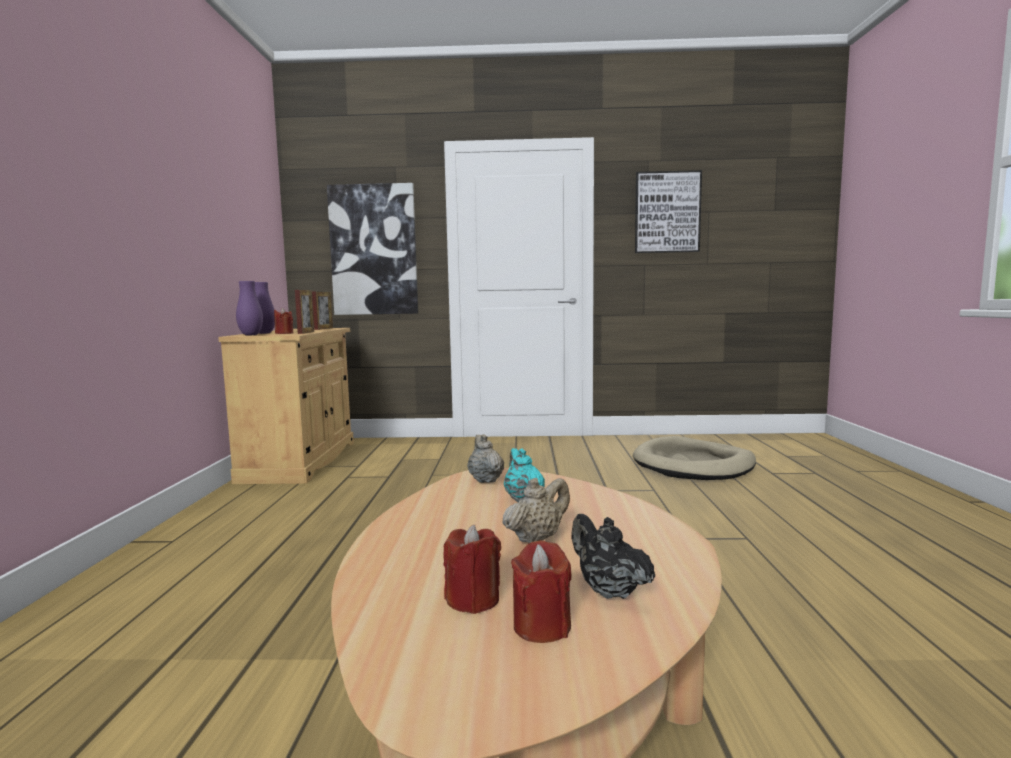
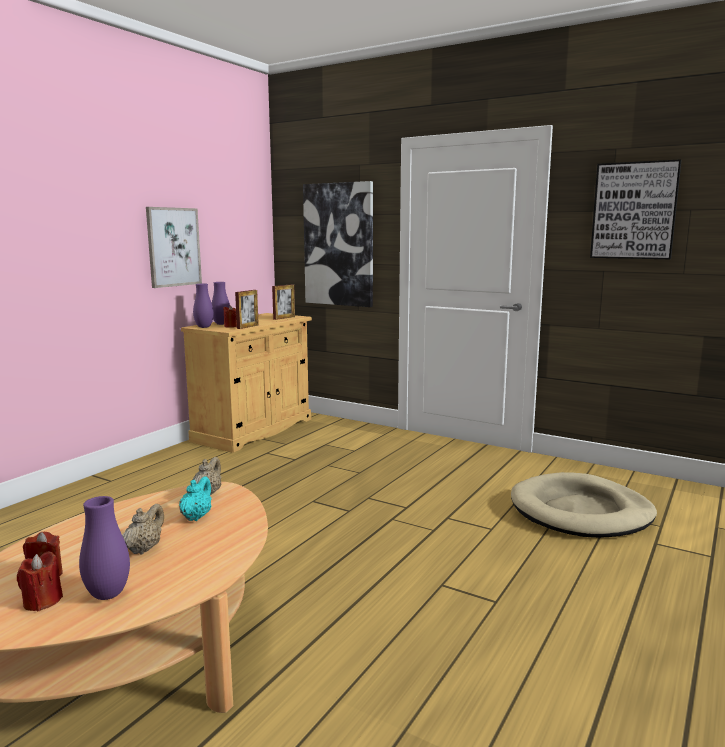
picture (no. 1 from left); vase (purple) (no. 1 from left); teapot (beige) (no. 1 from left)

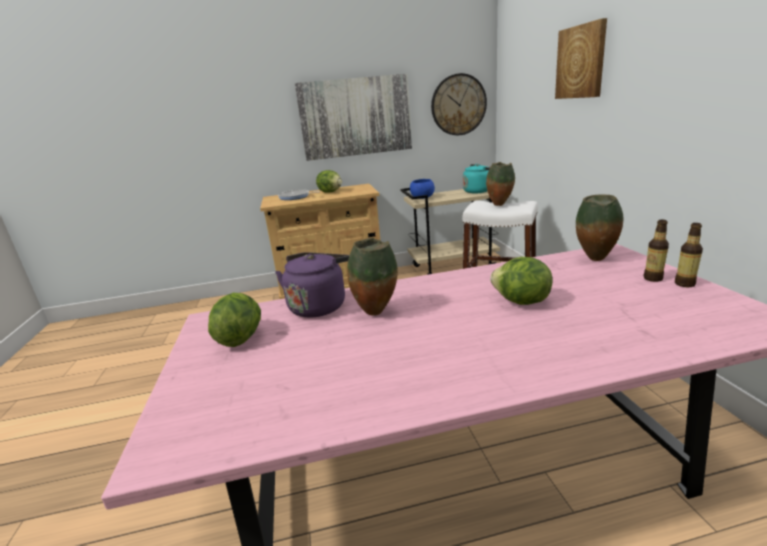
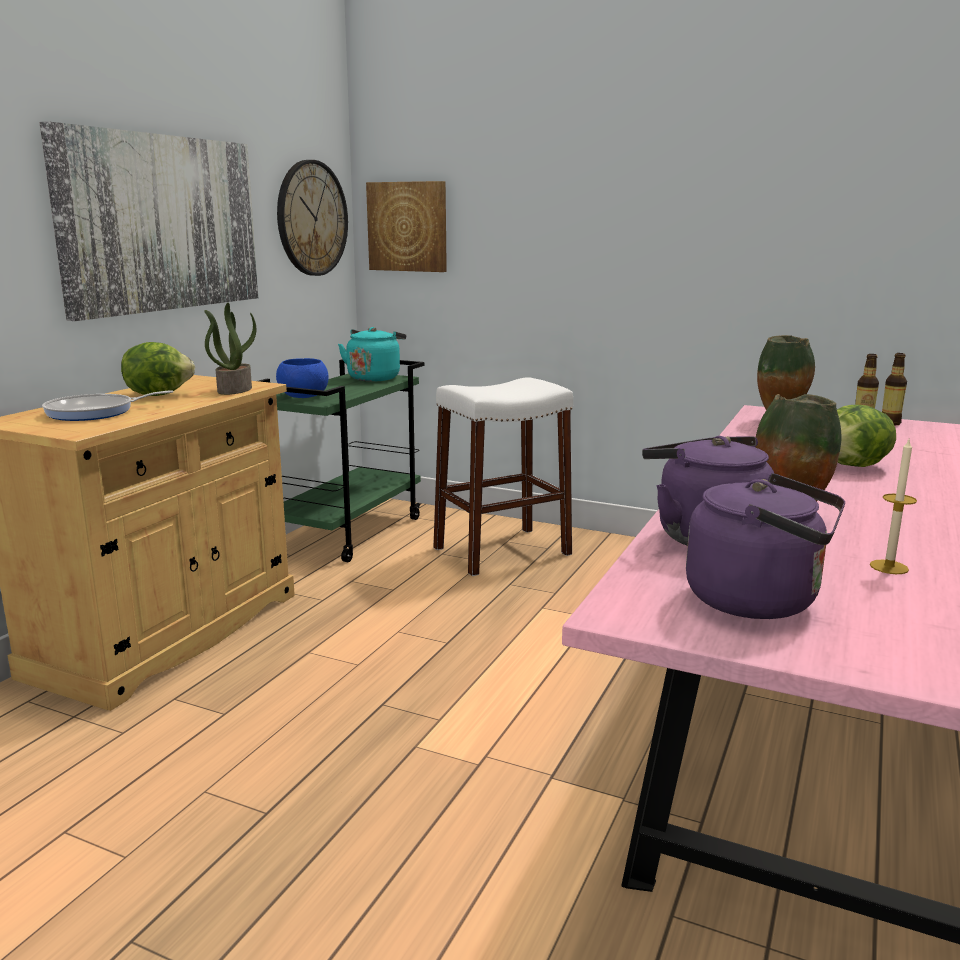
vase (no. 2 from left in the first image); potted plant; candle; picture (no. 2 from left); kettle (purple) (no. 2 from left); cart (green)

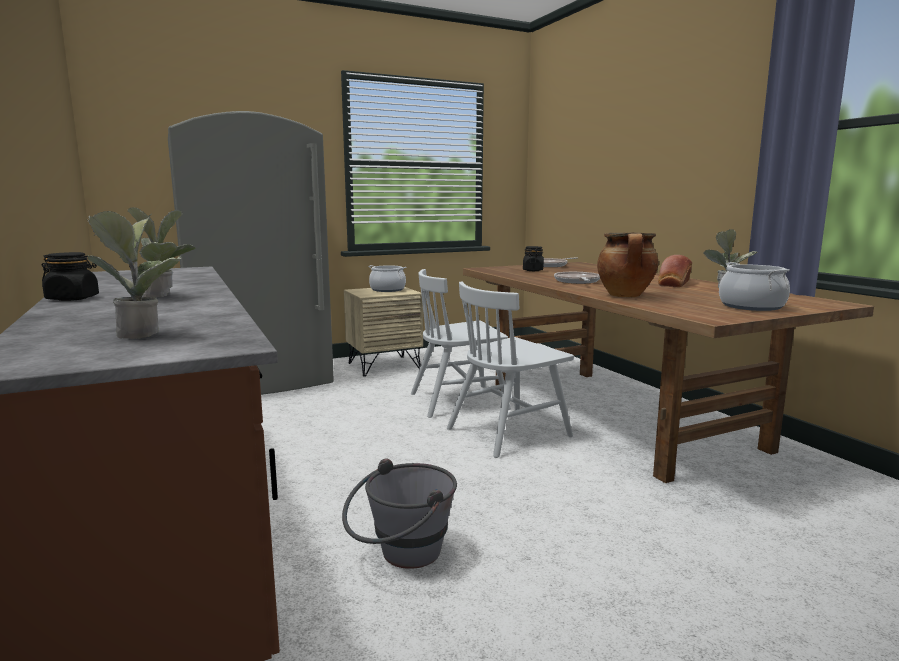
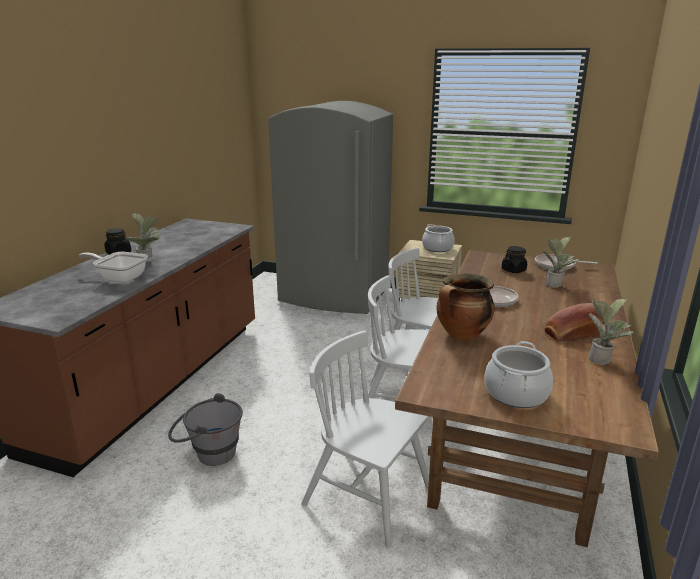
frying pan (no. 1 from left); chair (white) (no. 1 from left); potted plant (no. 2 from left)

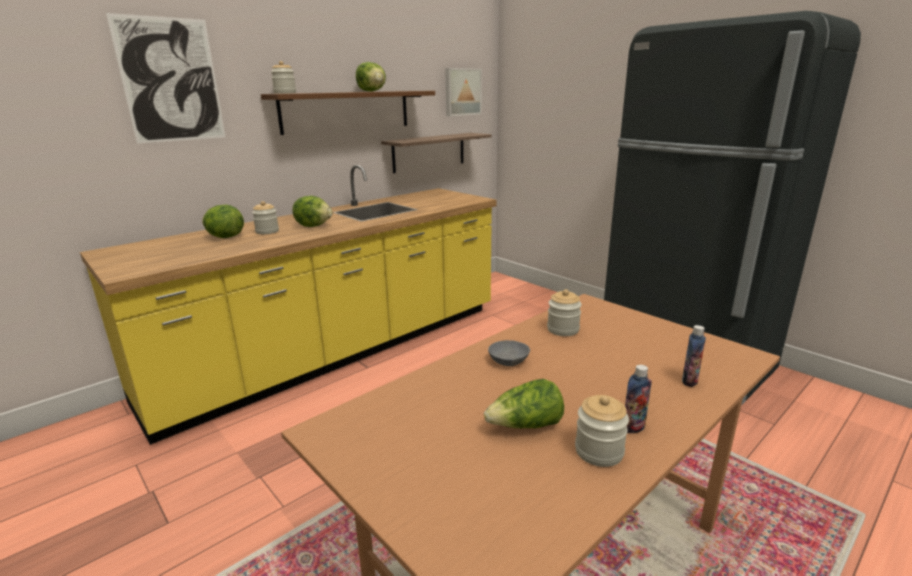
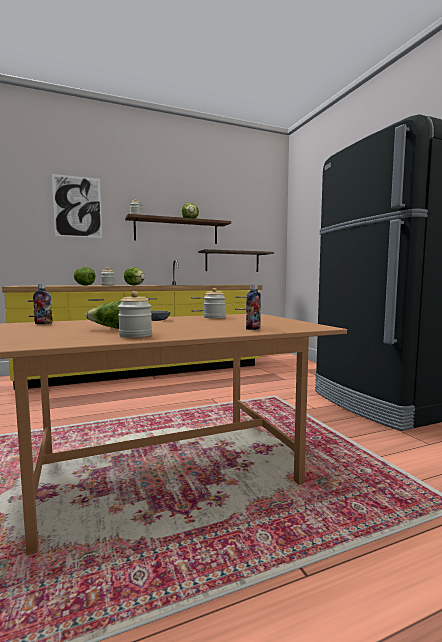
picture (no. 2 from left in the first image); bottle (no. 1 from left)

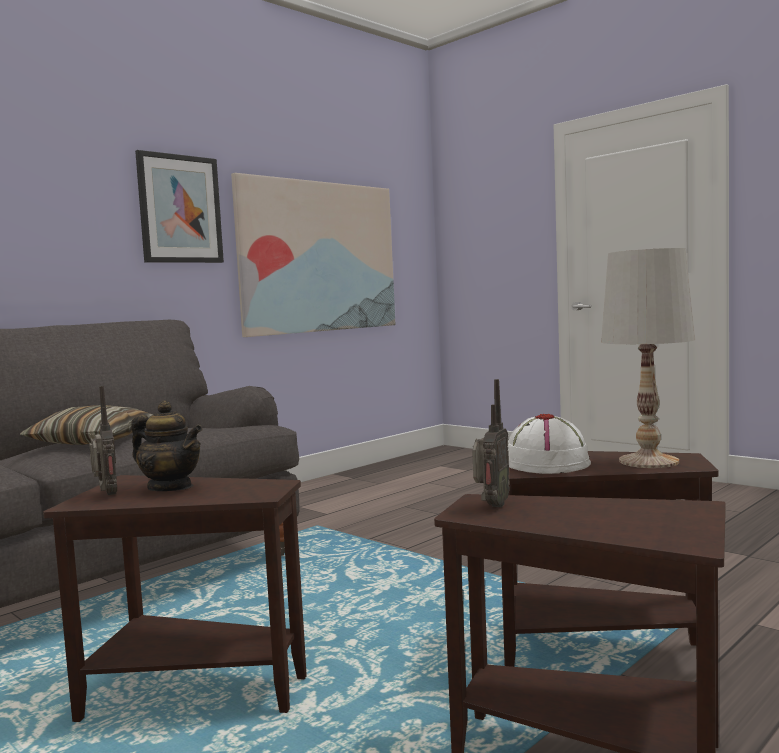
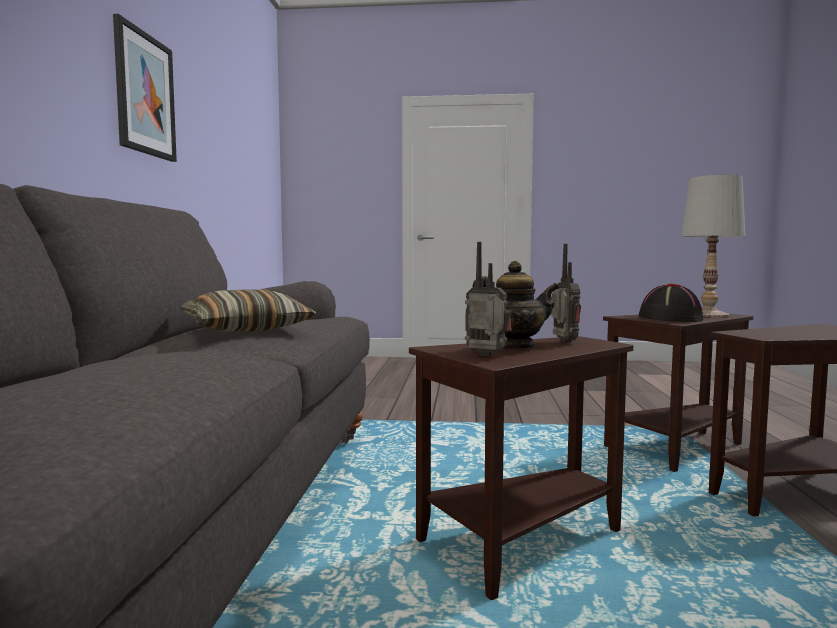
picture (no. 2 from left in the first image); radio (no. 2 from left); hat (black)

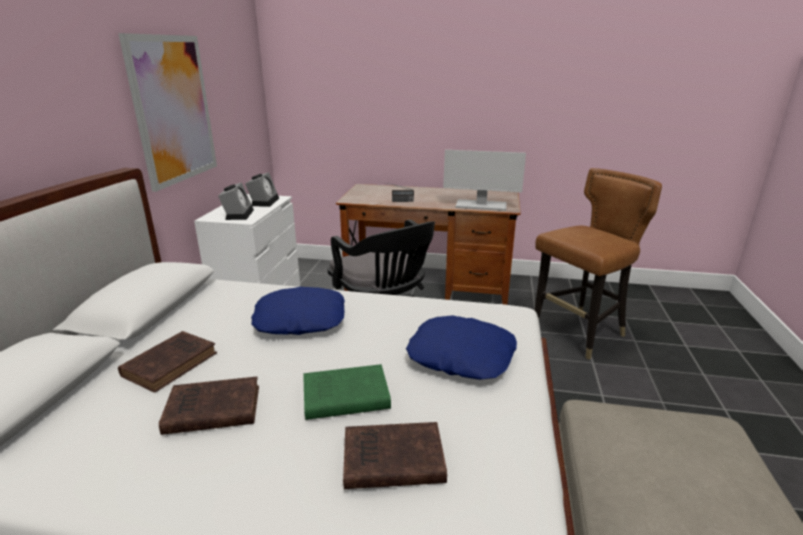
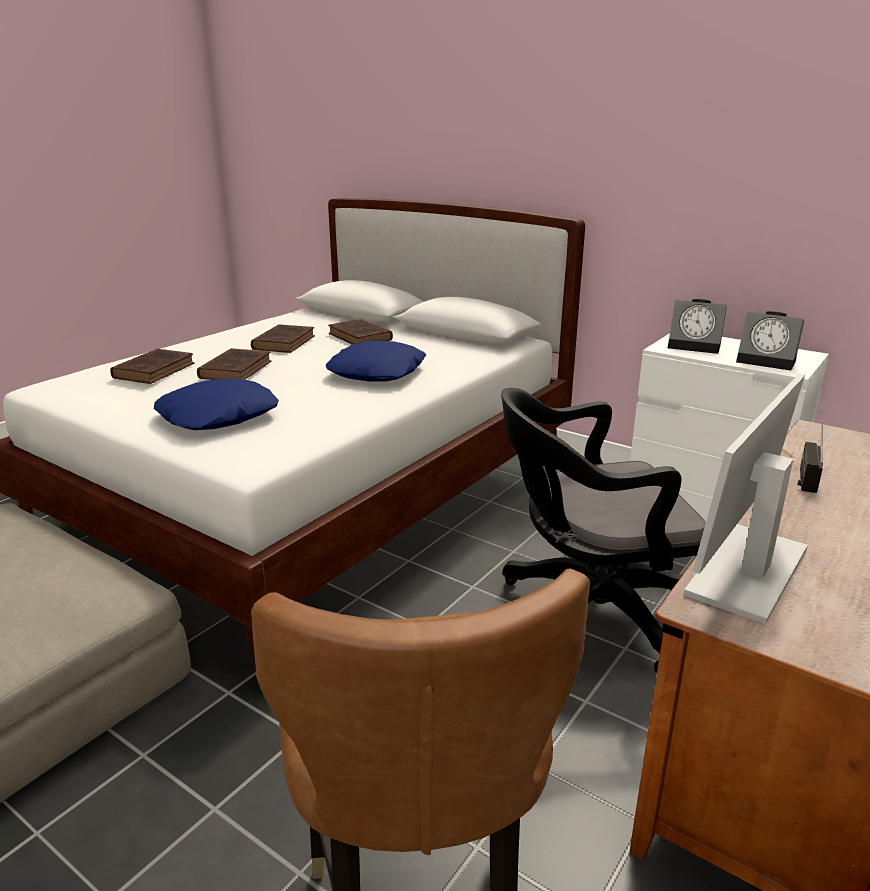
picture; book (brown) (no. 2 from left)

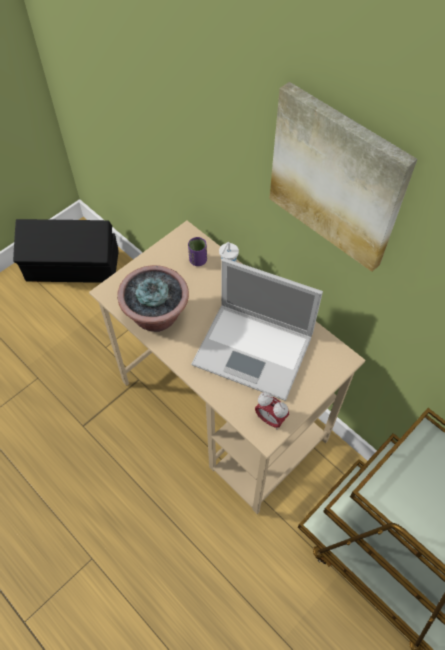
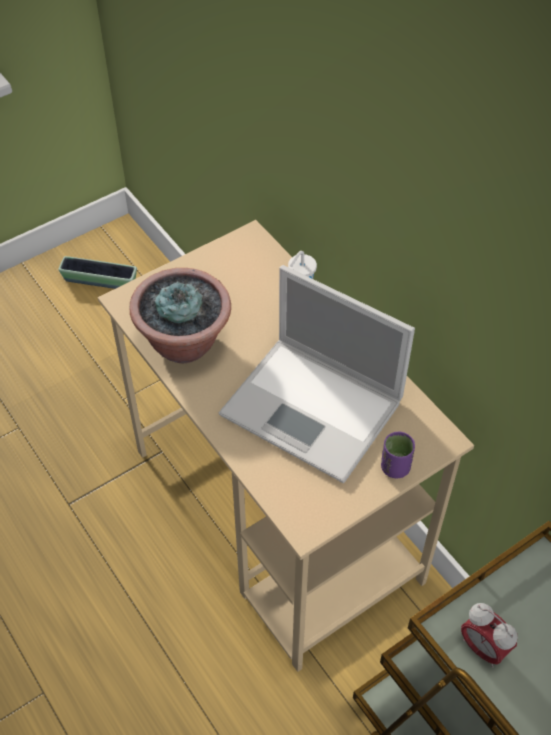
picture; cup (purple); alarm clock; planter

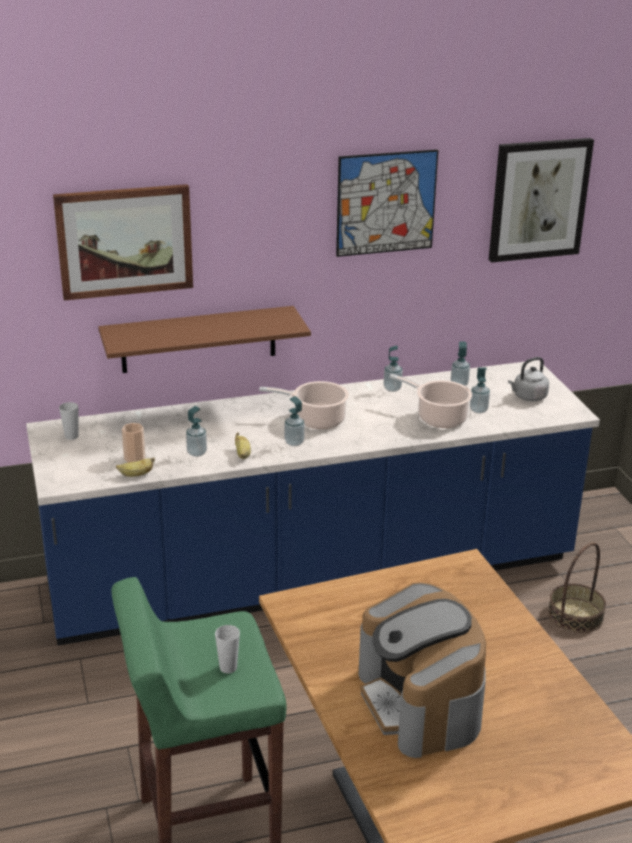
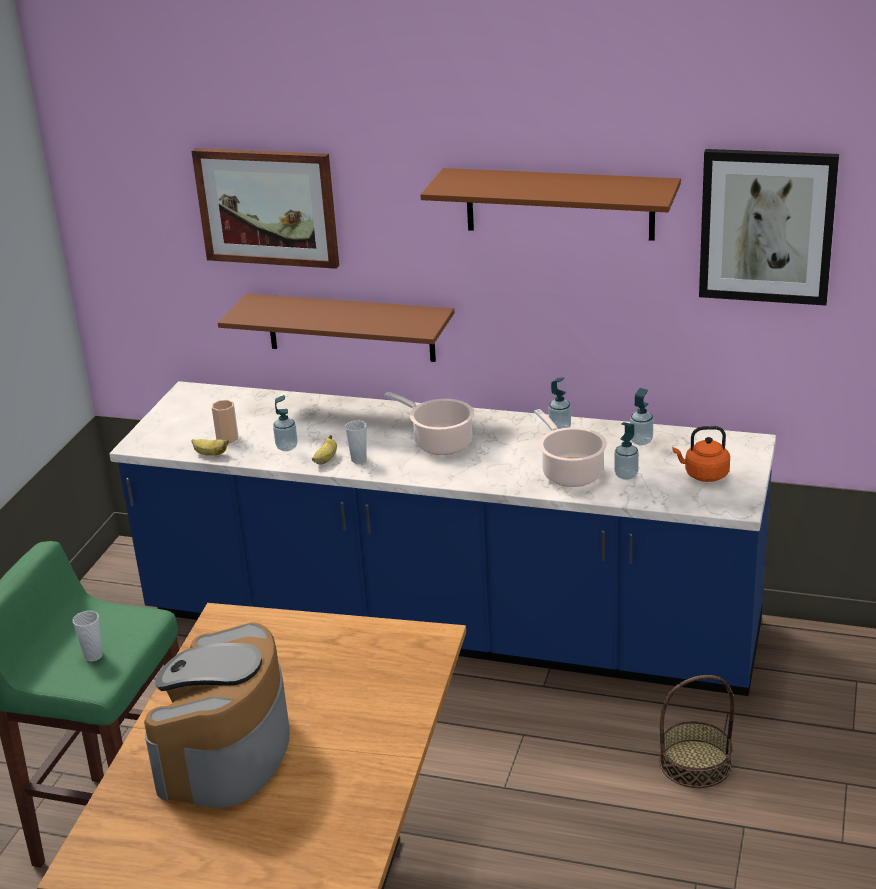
soap dispenser (no. 2 from left in the first image); cup (no. 3 from left); shelf (brown) (no. 2 from left); kettle (orange)

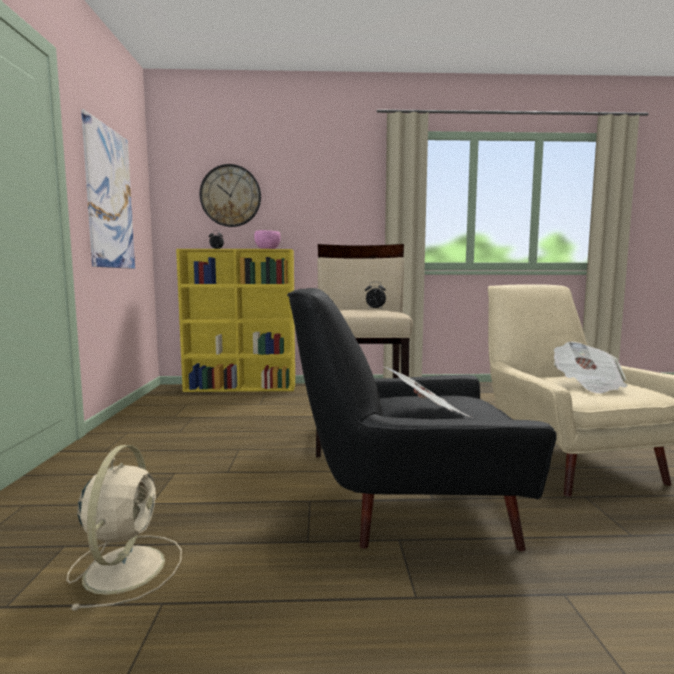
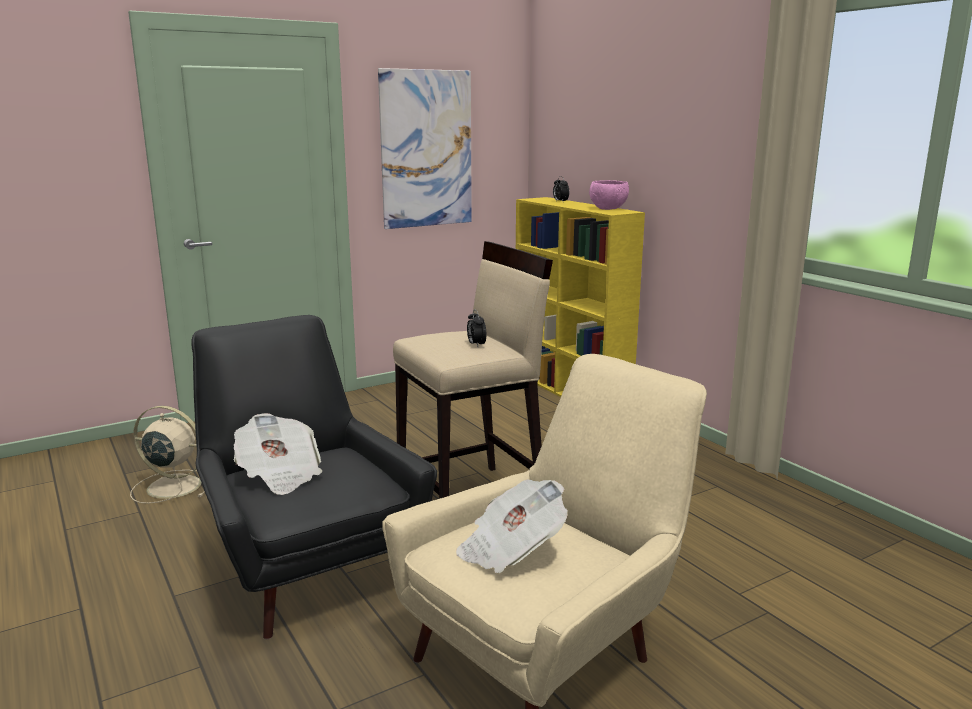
wall clock; fan (beige)

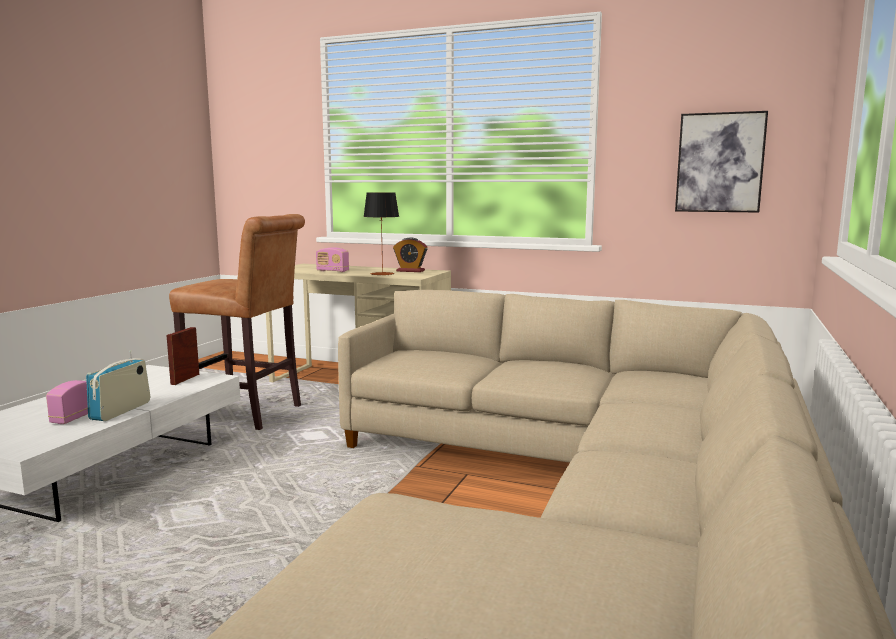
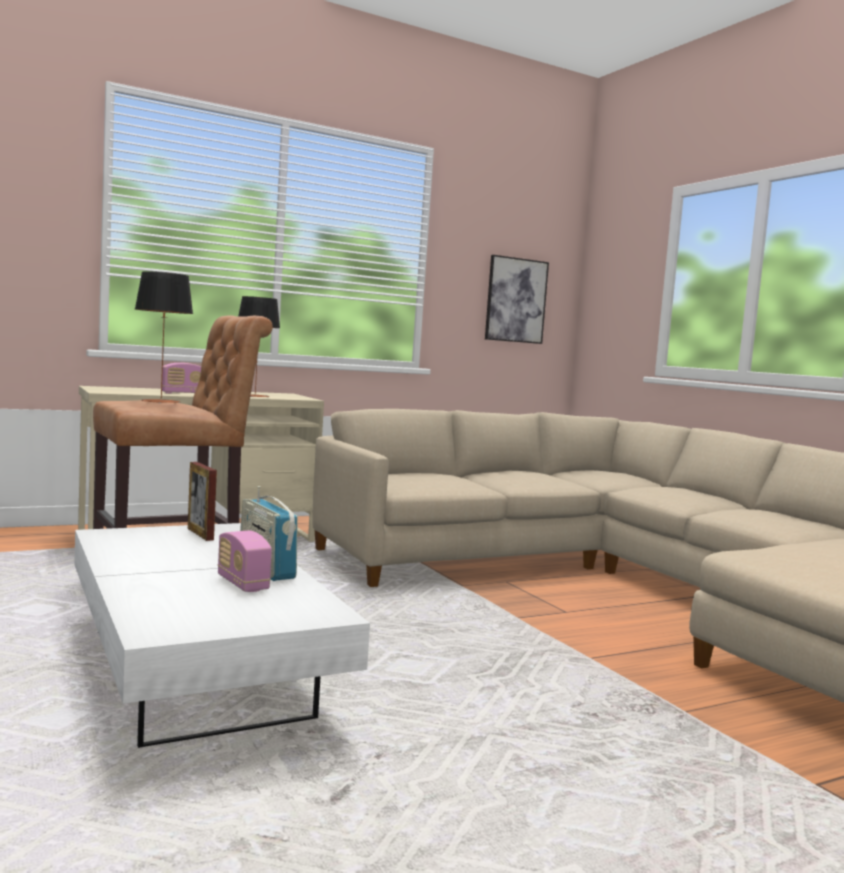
alarm clock; table lamp (no. 1 from left)

